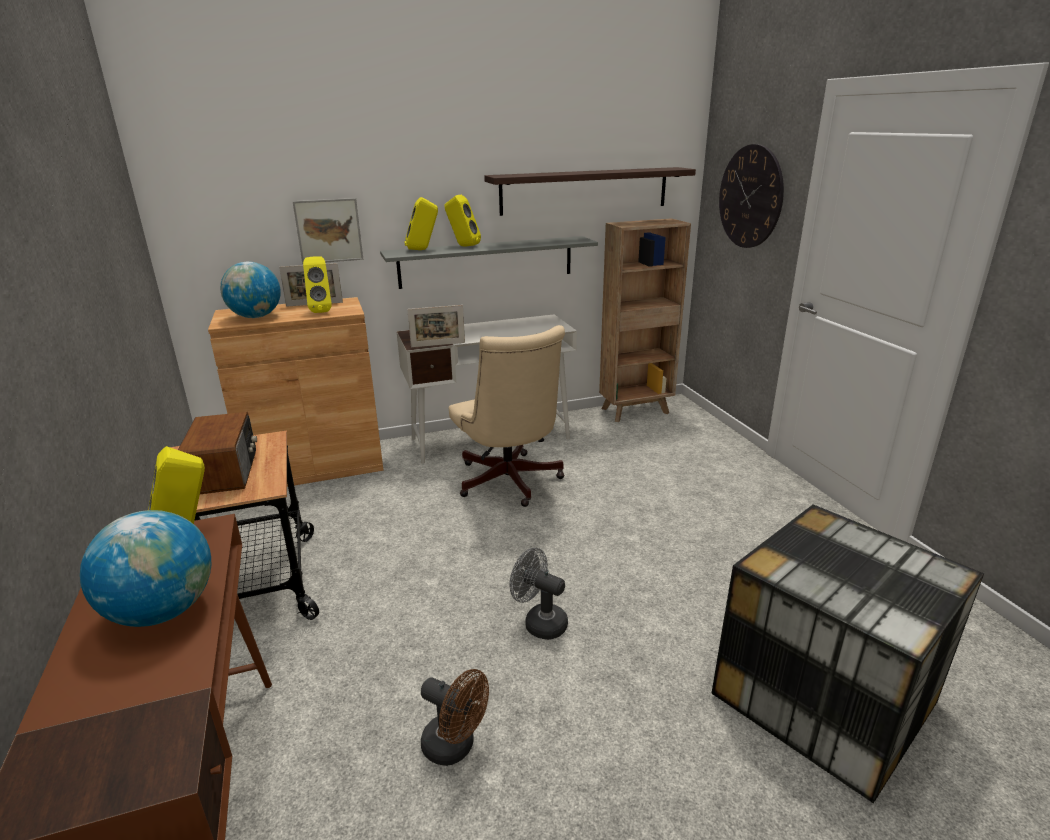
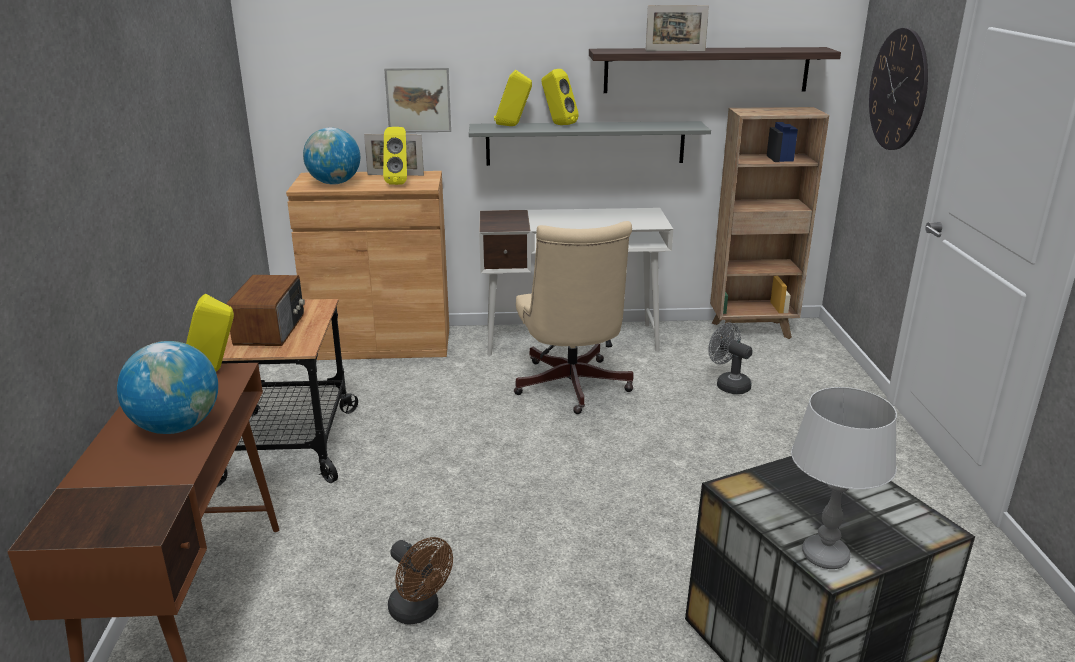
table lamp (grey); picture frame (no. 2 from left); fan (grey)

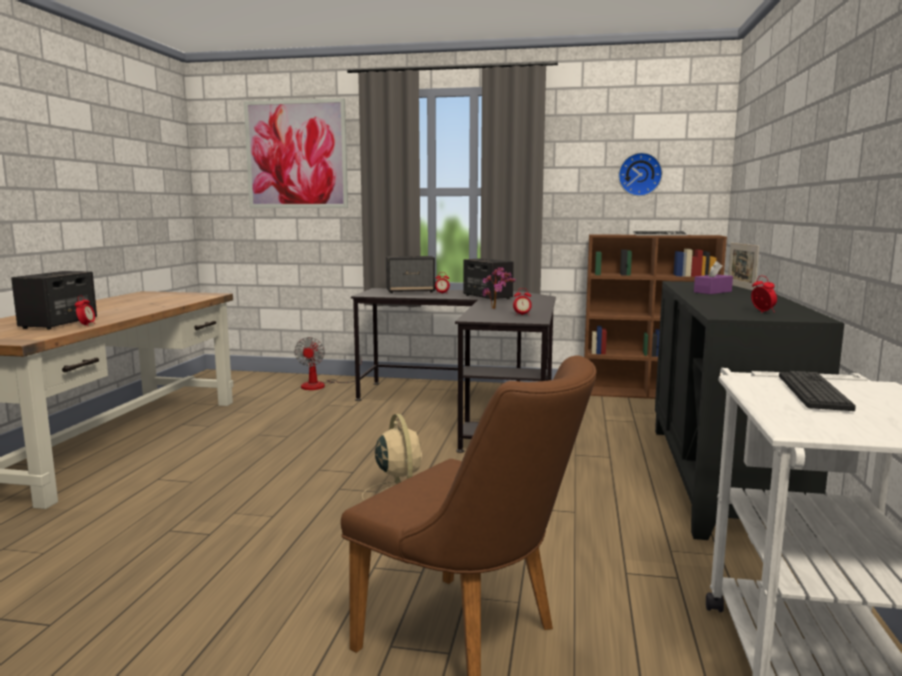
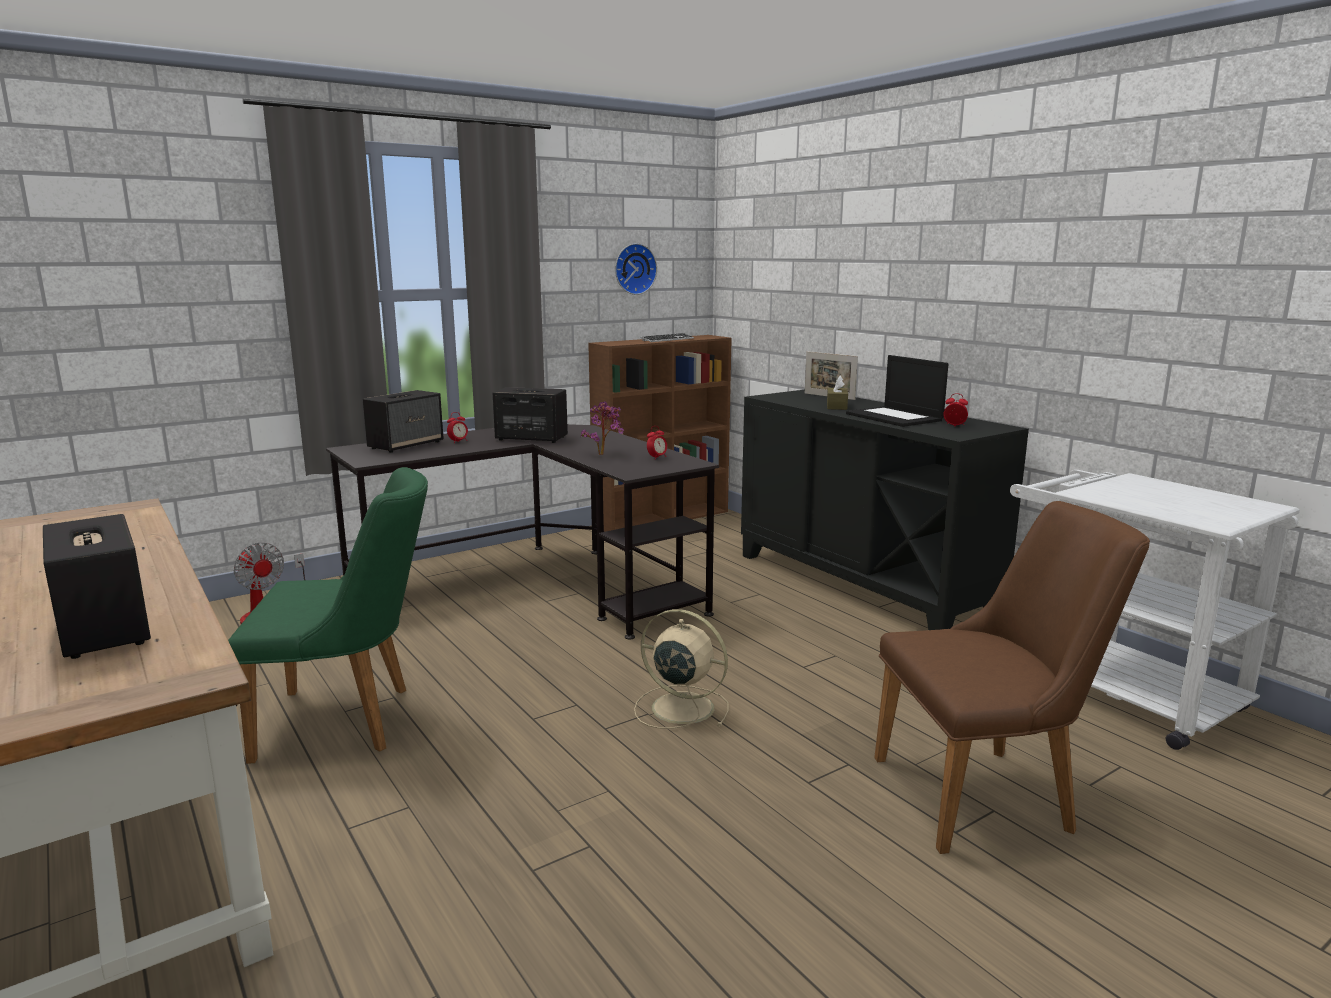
alarm clock (no. 1 from left in the first image); picture; keyboard (no. 2 from left in the first image); chair (green); laptop; tissue box (brown)

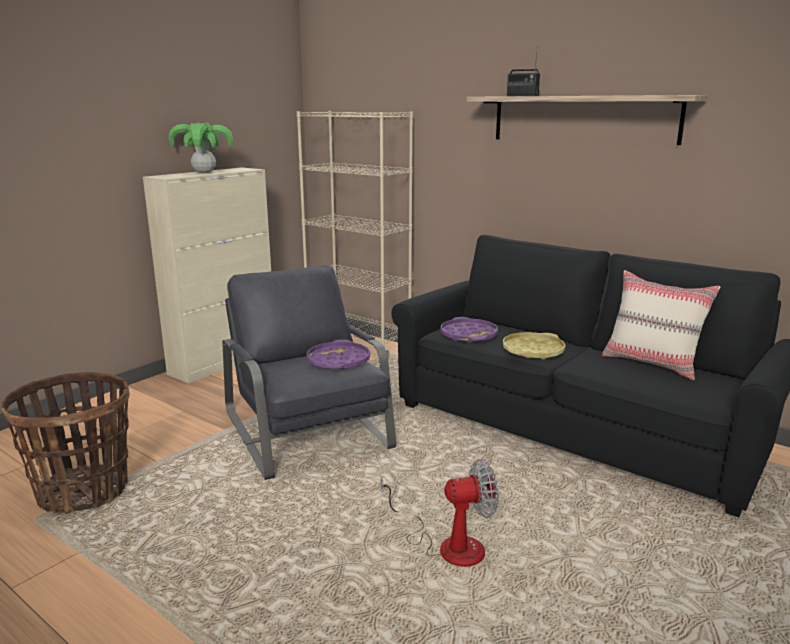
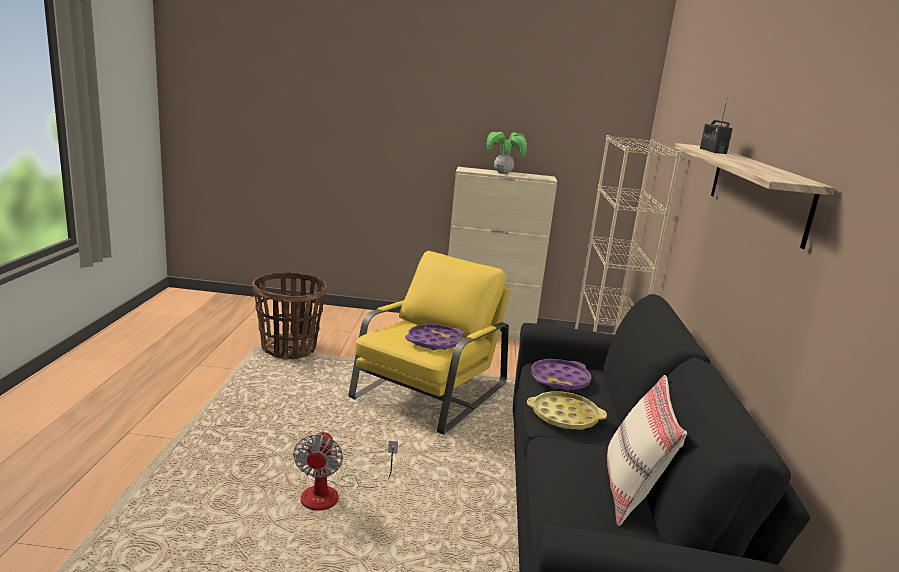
armchair (yellow); fan

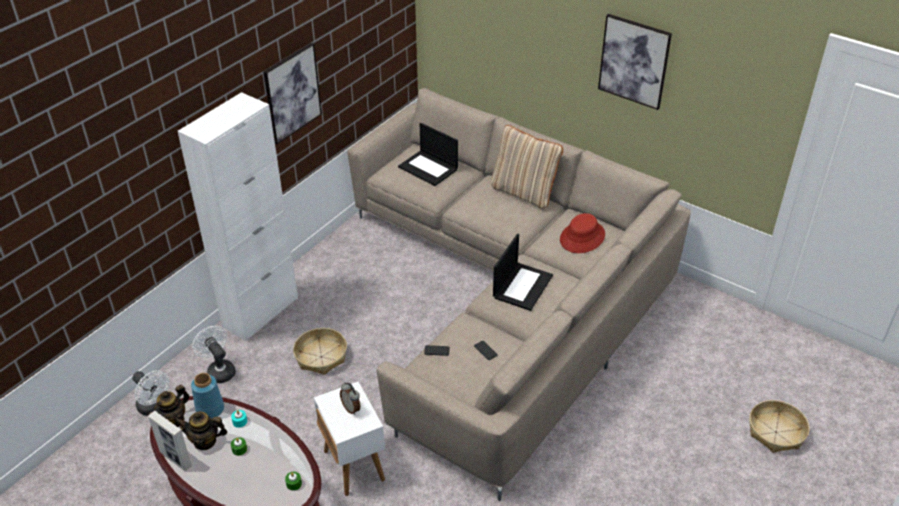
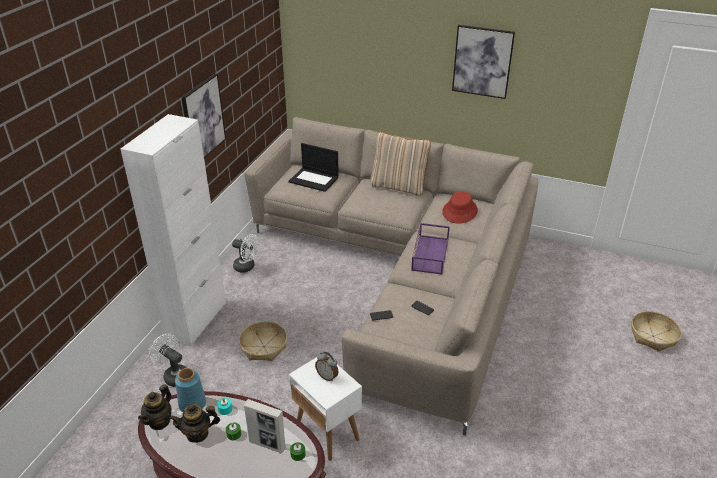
fan (white) (no. 2 from left); picture frame; tray (purple)

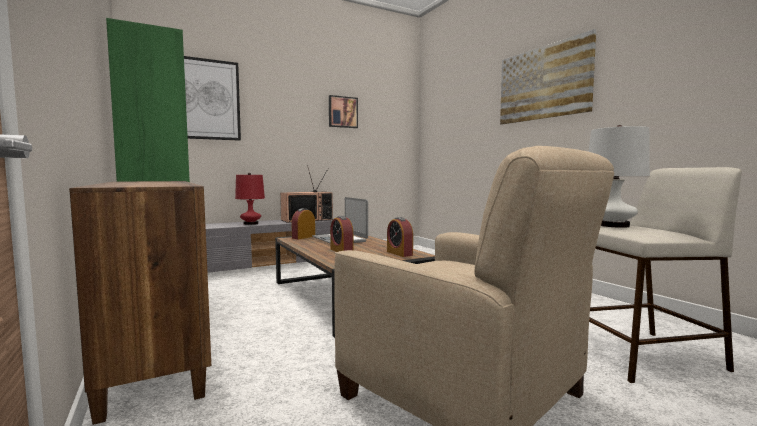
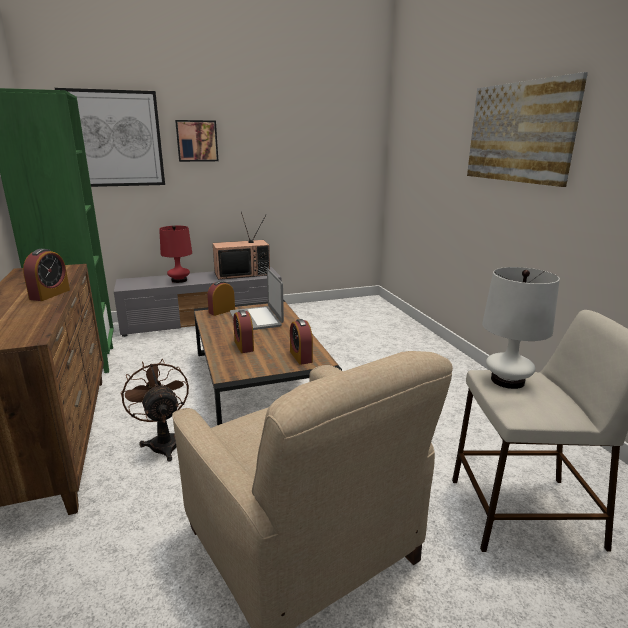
alarm clock (no. 1 from left); fan (brown); picture (no. 2 from left)

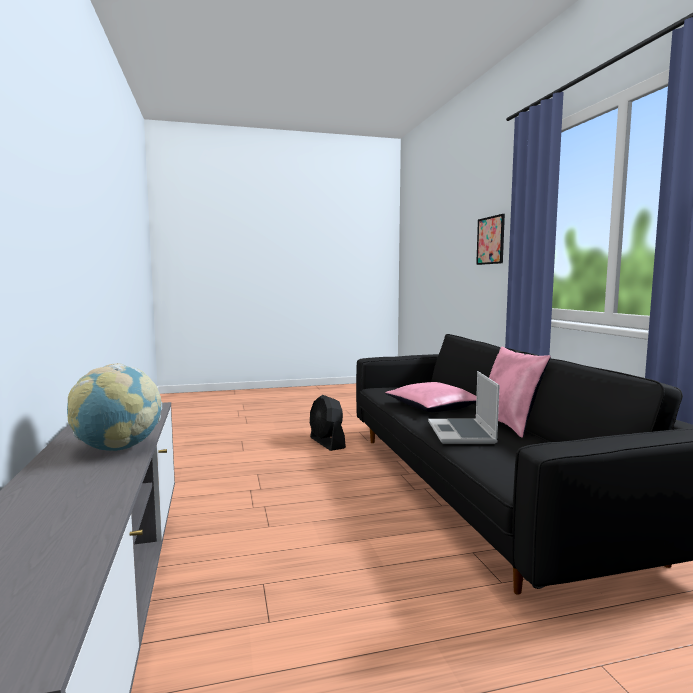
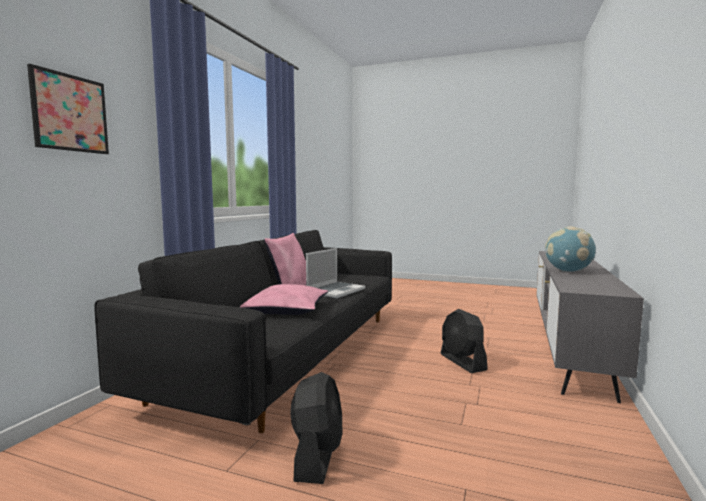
fan (black) (no. 2 from left)

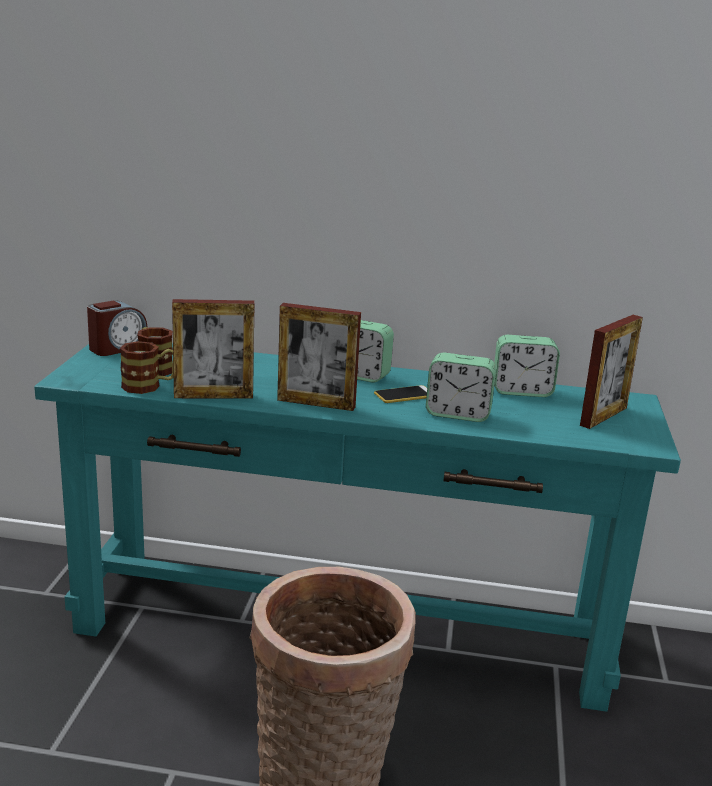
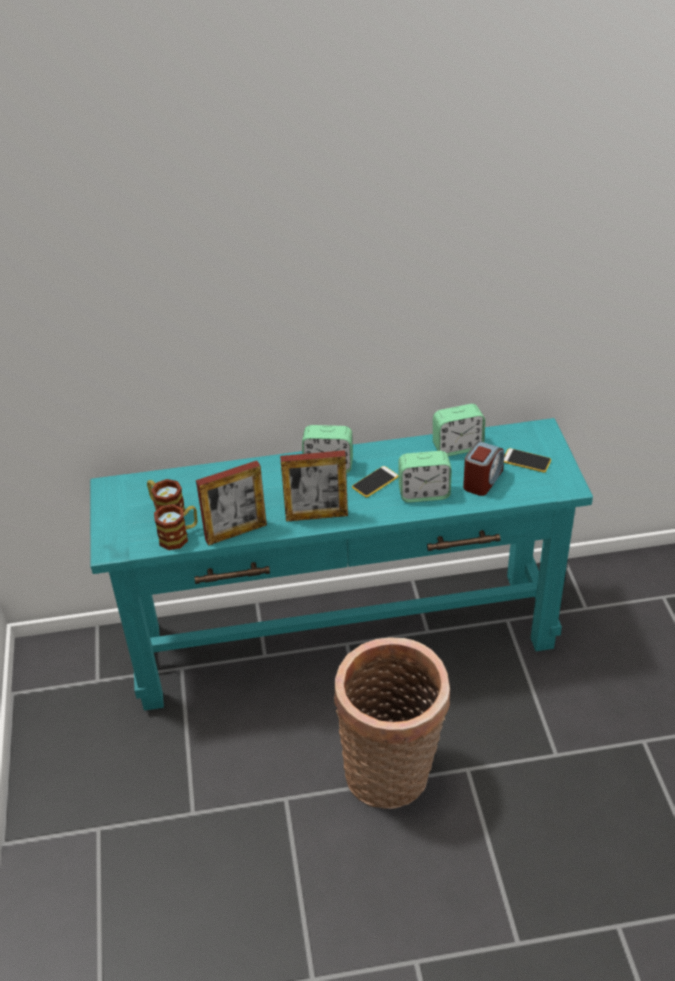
alarm clock (no. 4 from left); phone (no. 2 from left)

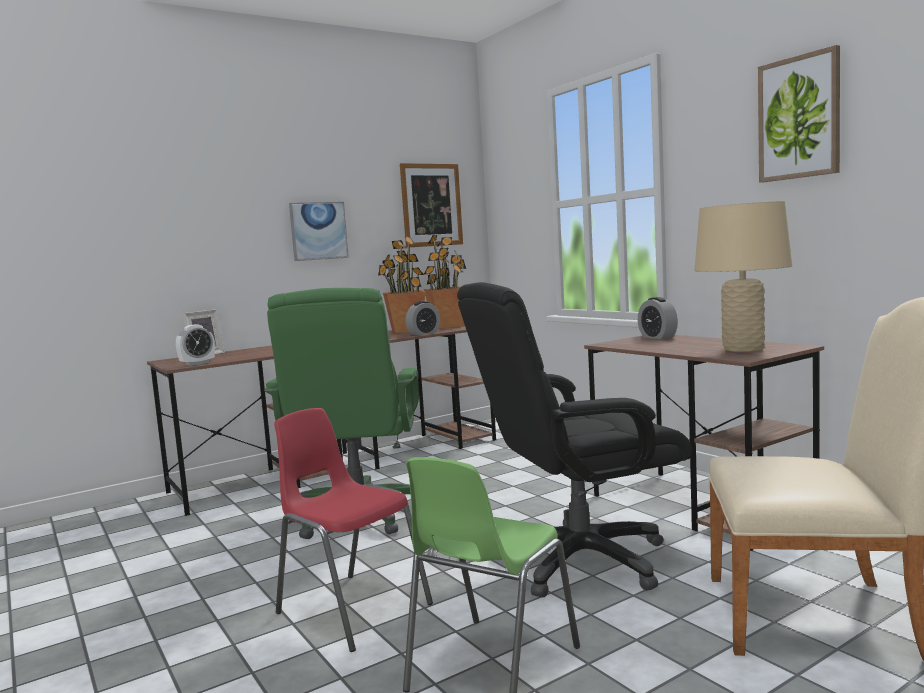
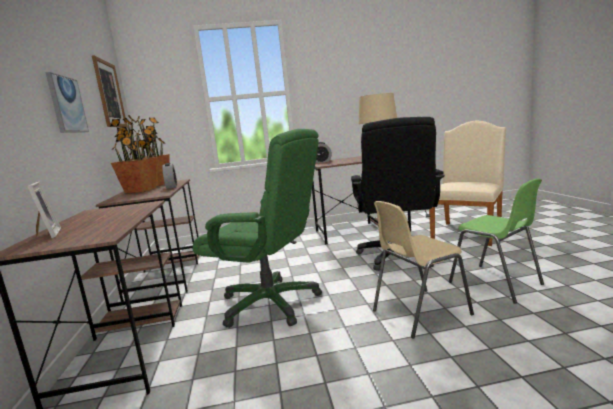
alarm clock (no. 1 from left in the first image); picture (no. 3 from left in the first image); chair (beige) (no. 1 from left)

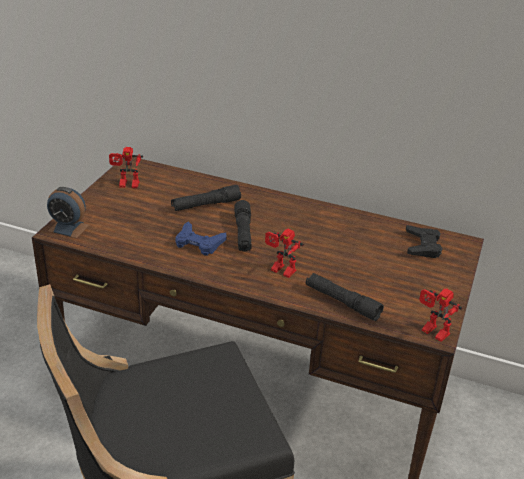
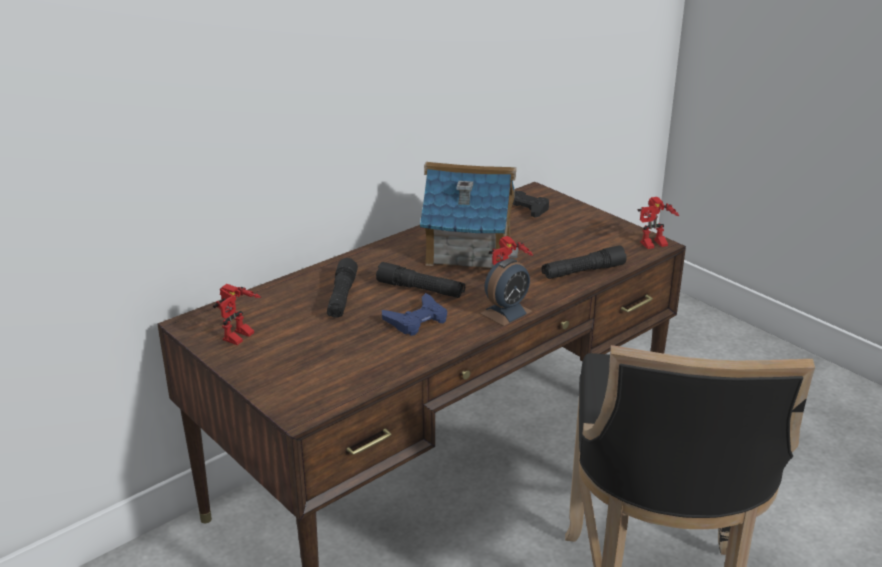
toy house; alarm clock

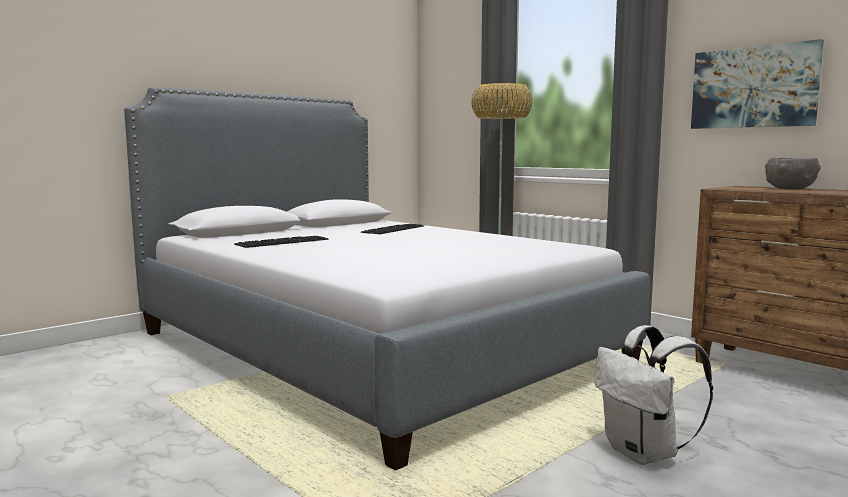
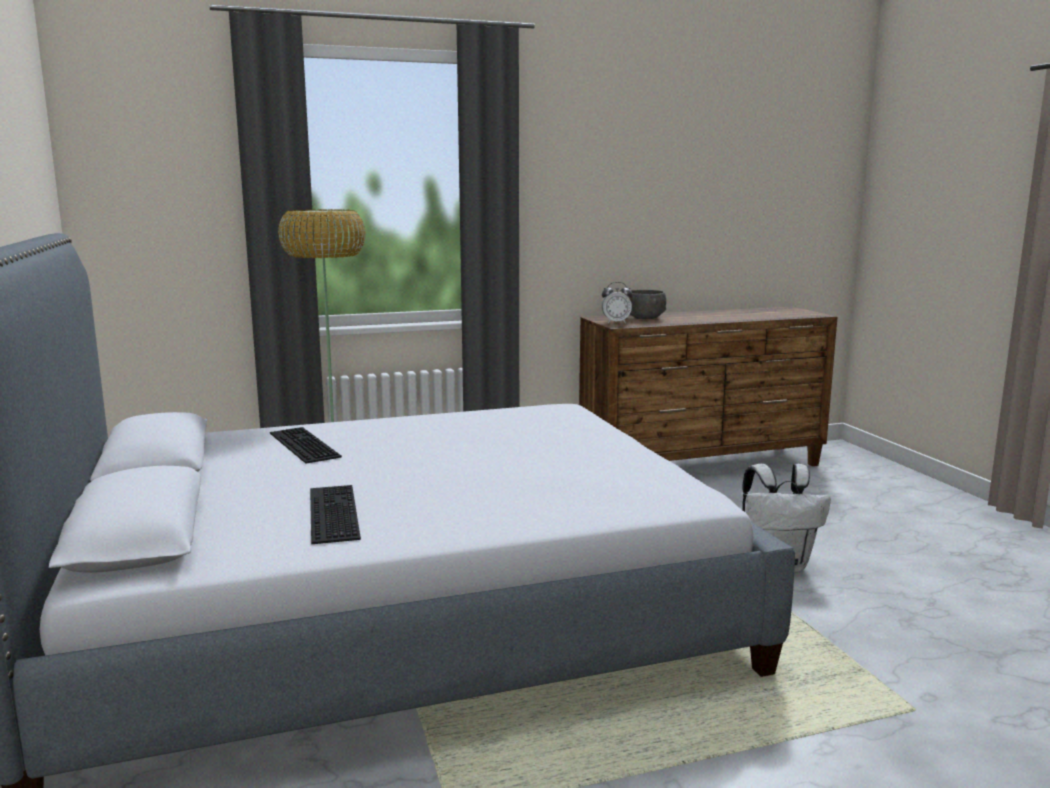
picture; alarm clock

